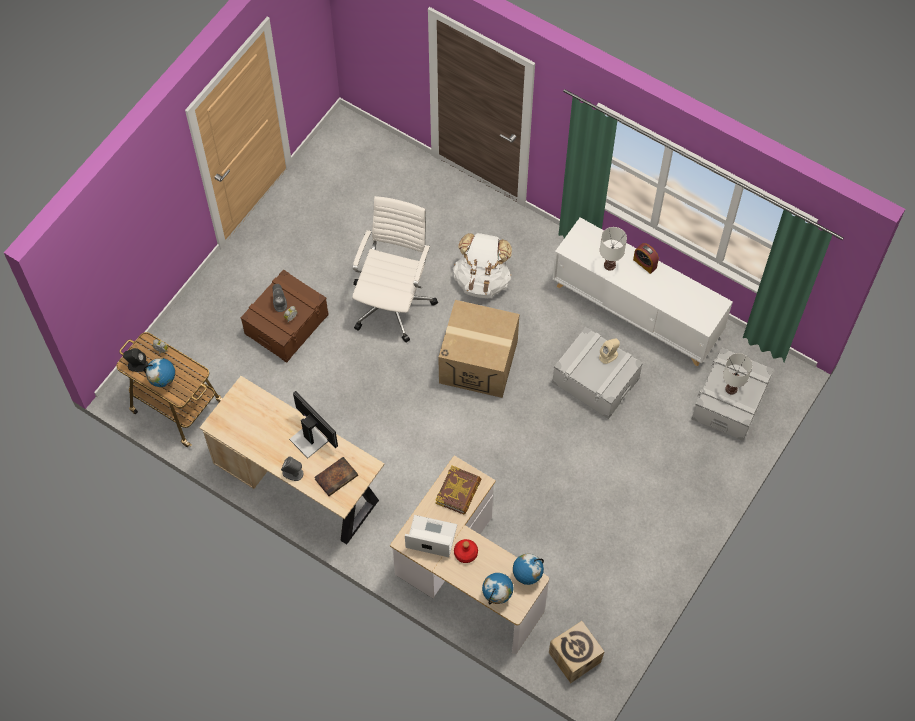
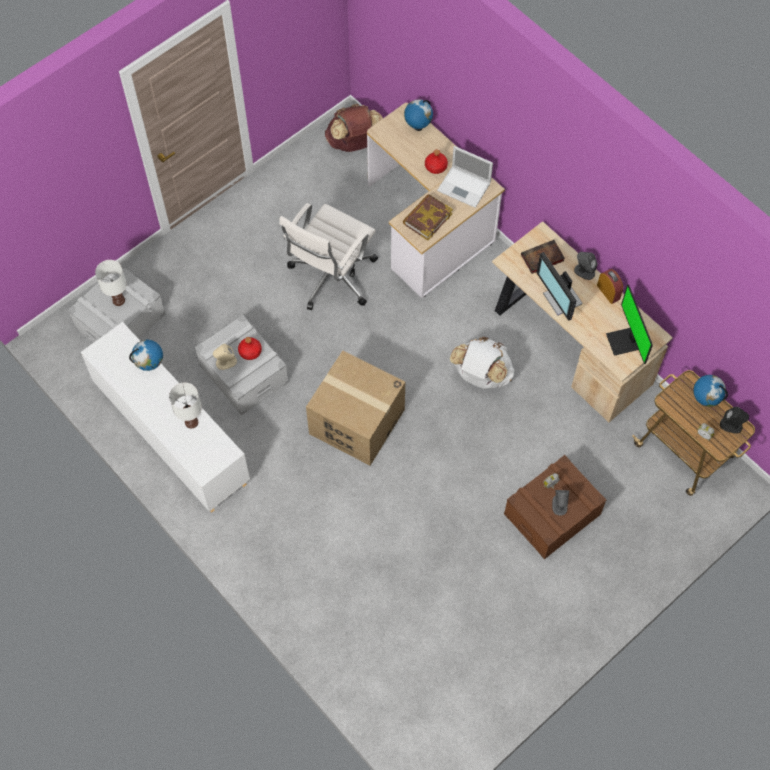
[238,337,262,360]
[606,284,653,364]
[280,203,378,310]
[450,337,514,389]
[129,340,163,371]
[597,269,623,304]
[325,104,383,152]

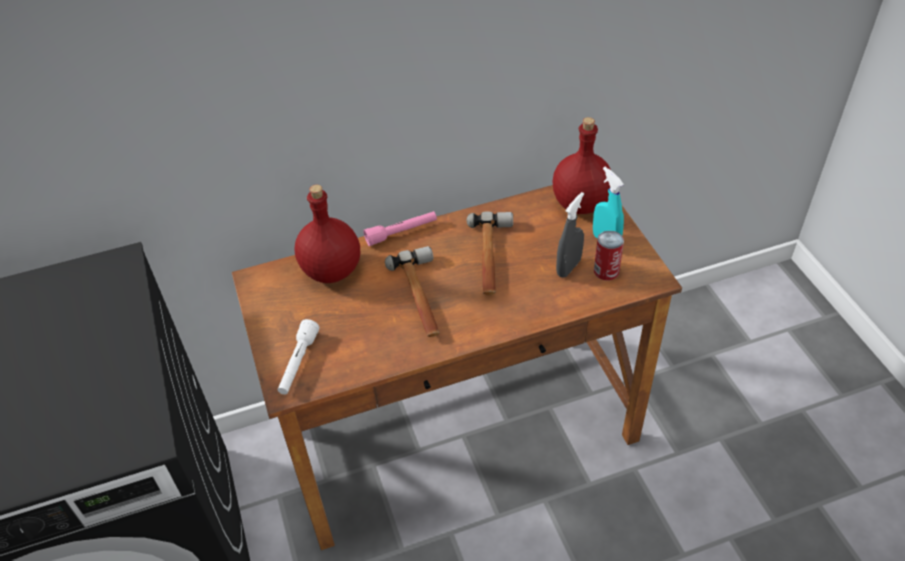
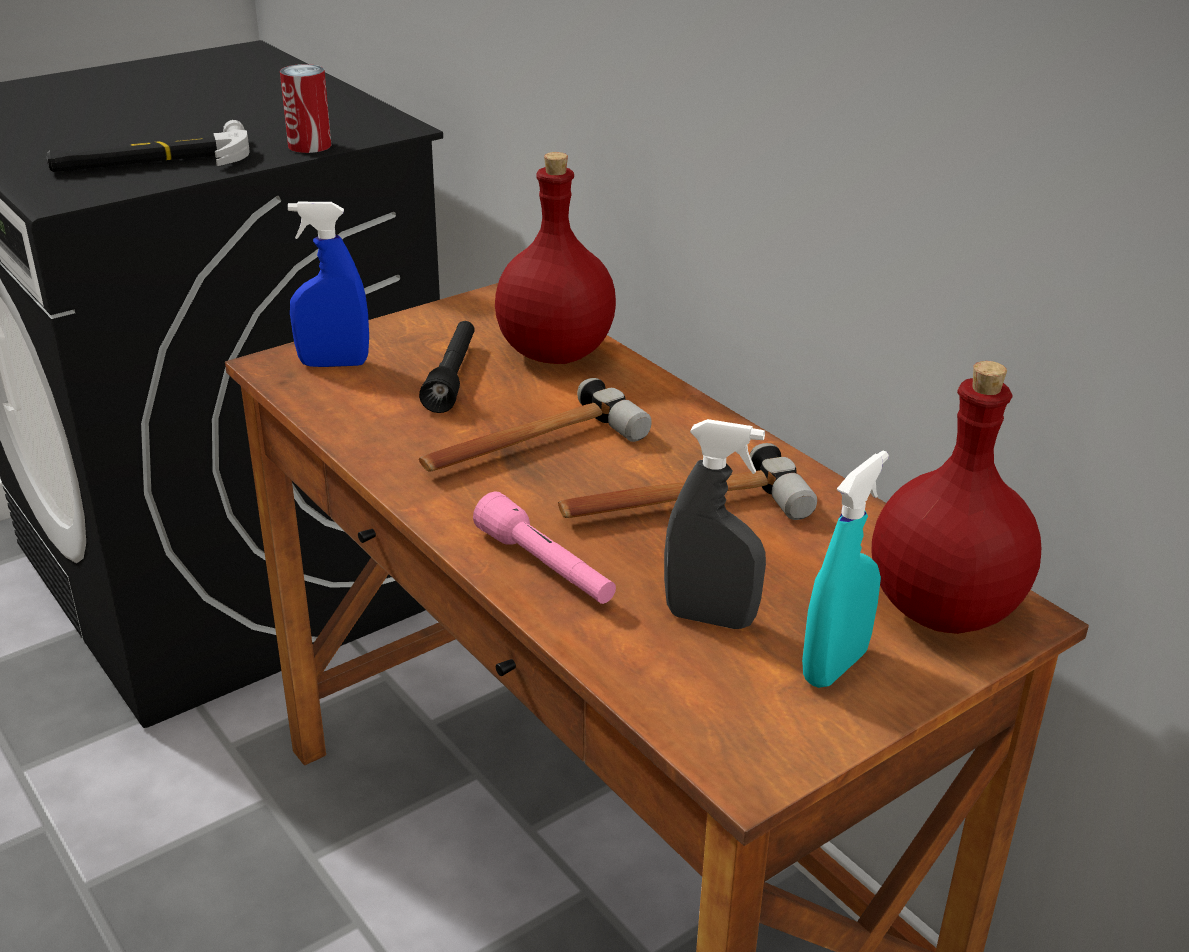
[47,120,250,172]
[419,321,475,413]
[473,491,616,604]
[280,64,331,153]
[288,202,369,367]

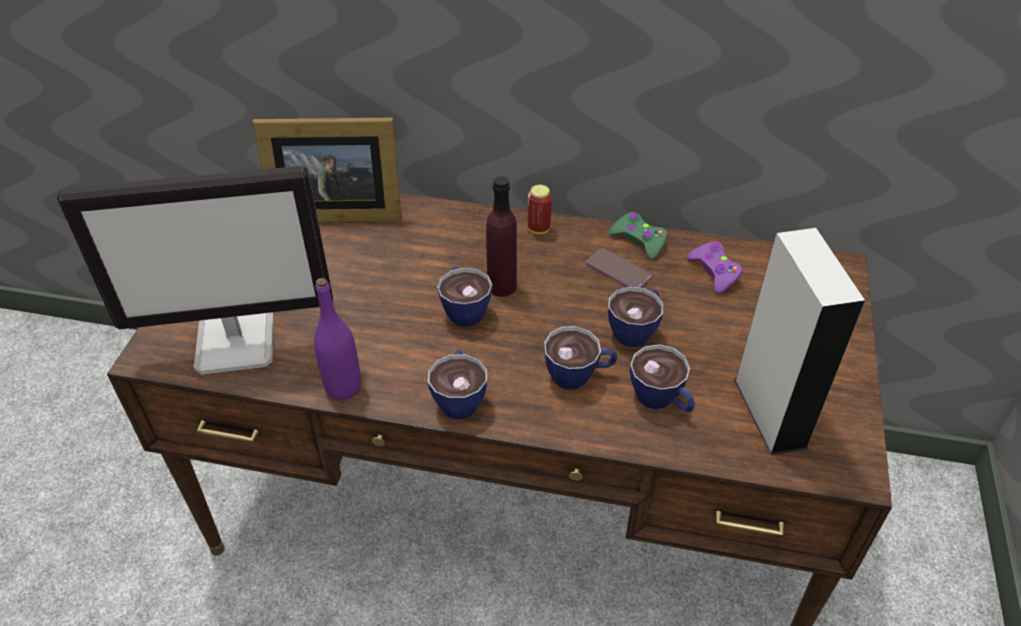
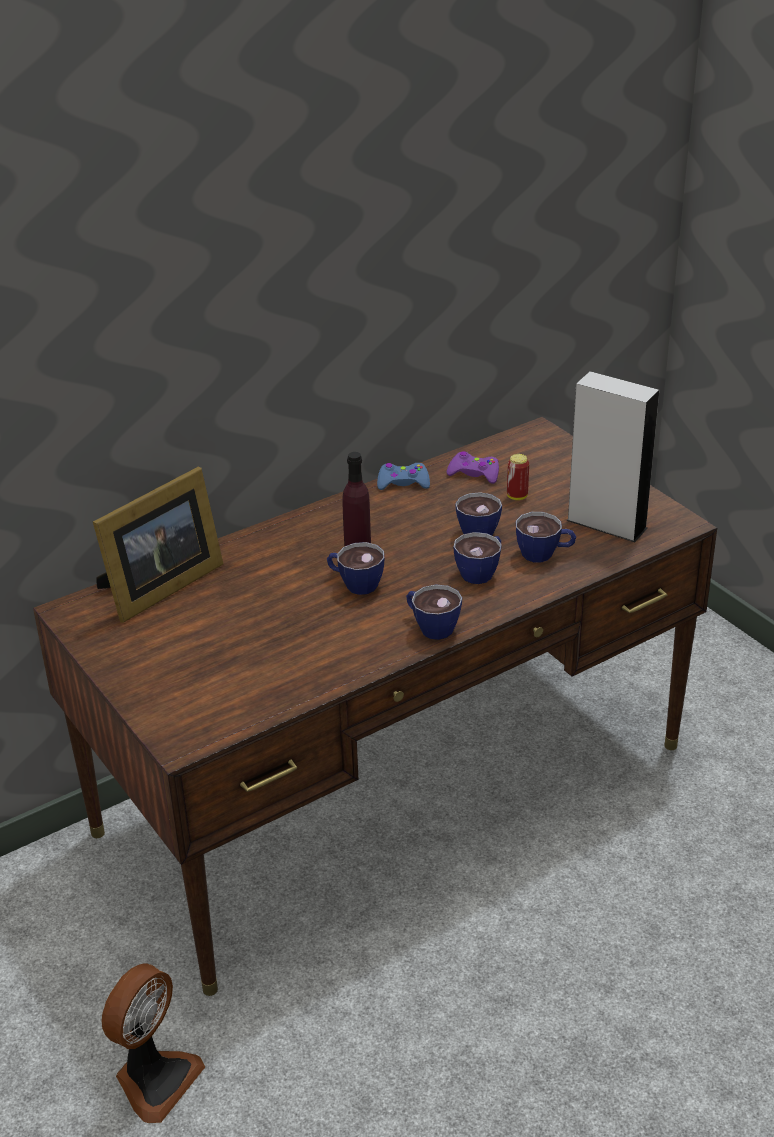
[57,166,333,375] (first image)
[314,278,361,400] (first image)
[586,248,653,288] (first image)
[101,964,205,1123]
[507,454,529,500]
[377,463,430,490]

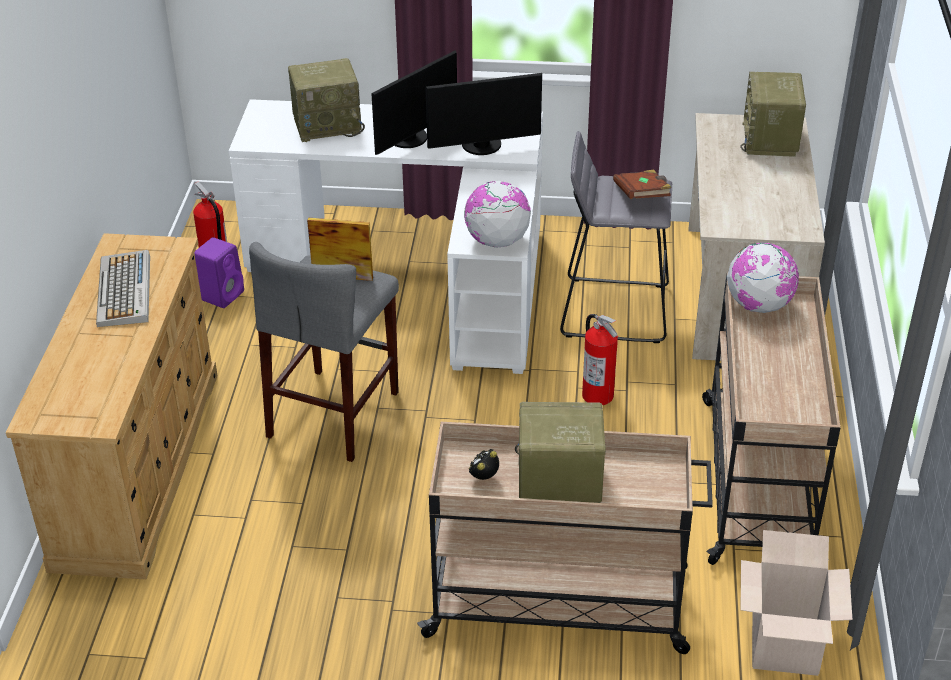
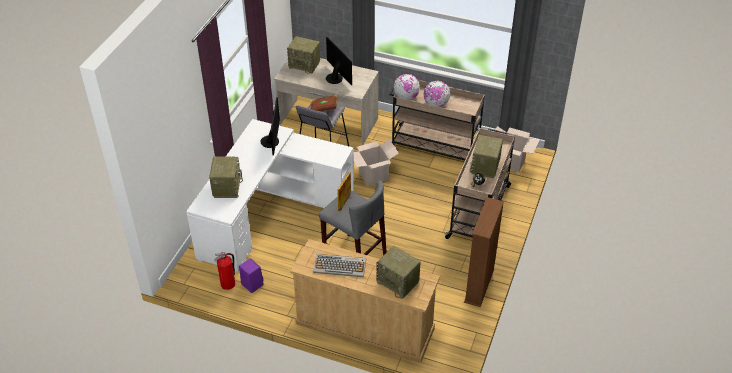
[376,246,421,298]
[464,197,504,307]
[326,37,352,86]
[423,81,450,107]
[353,140,399,186]

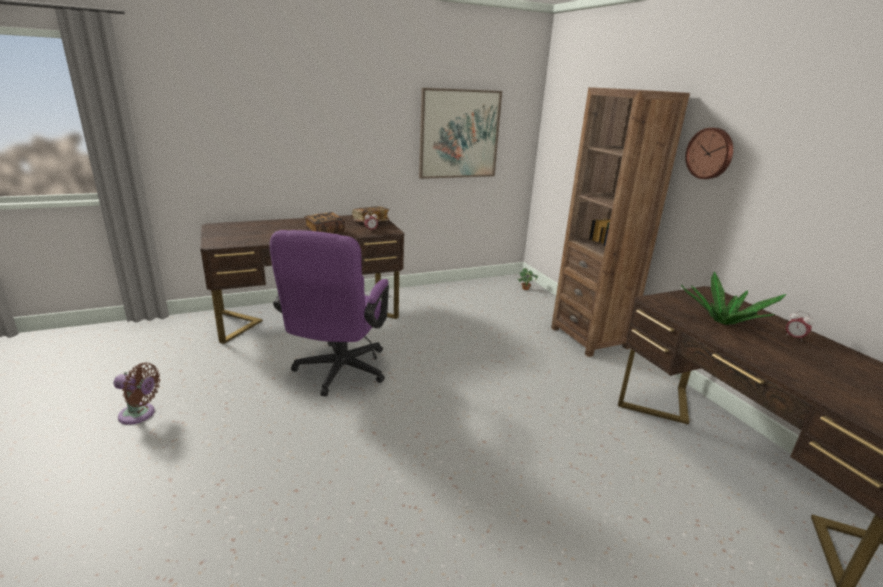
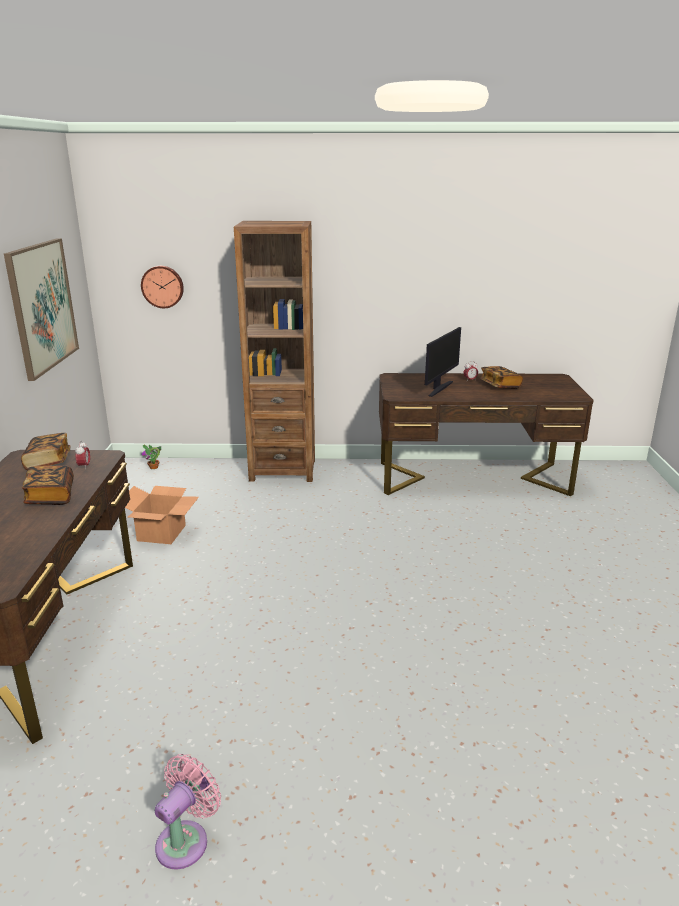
[270,230,389,397] (first image)
[125,486,199,544]
[480,366,523,389]
[141,266,184,308]
[425,327,461,397]
[155,754,221,870]

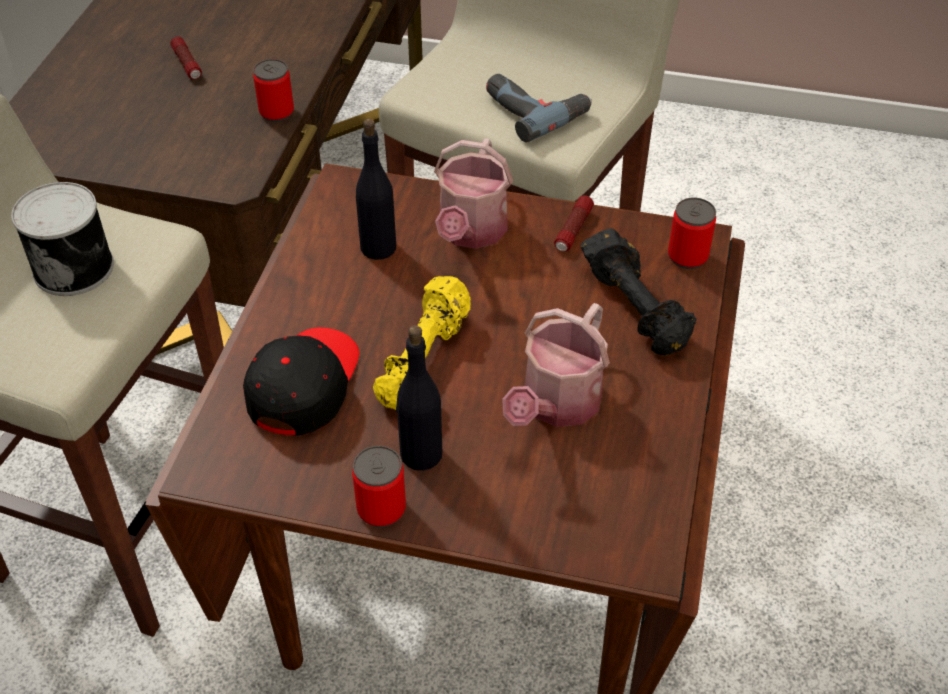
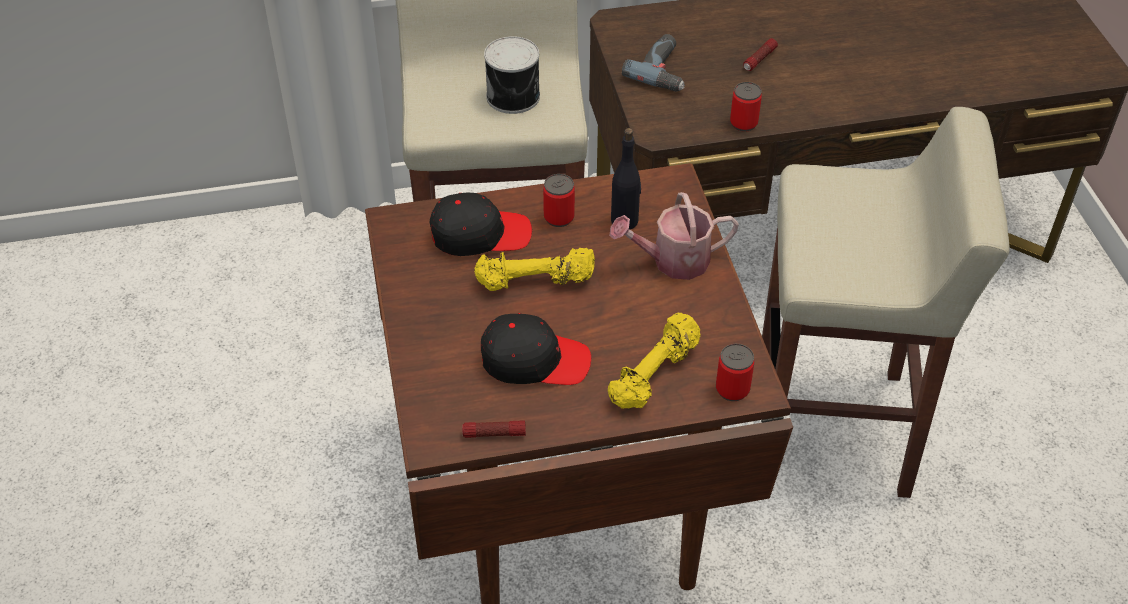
[396,325,442,471] (first image)
[543,174,575,227]
[622,34,685,92]
[462,420,526,438]
[481,313,591,385]
[608,313,700,409]

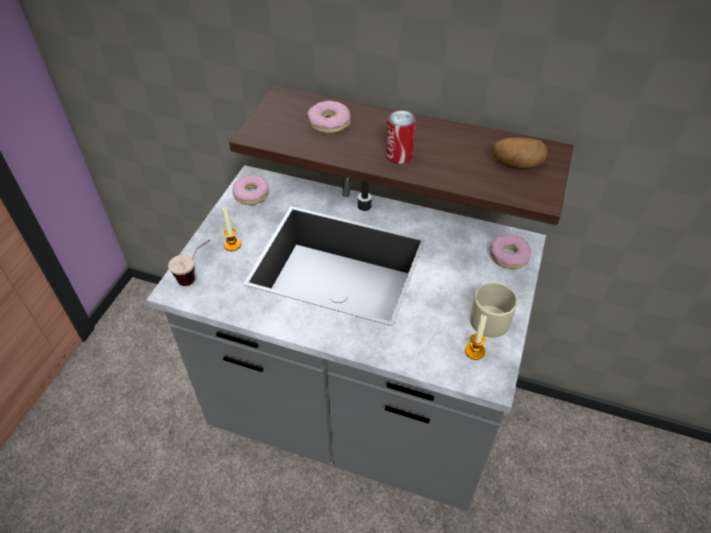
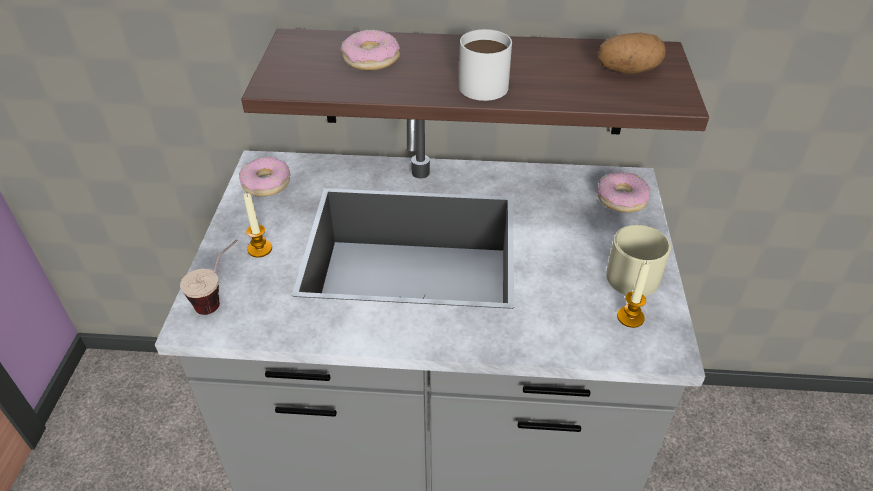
[459,29,512,101]

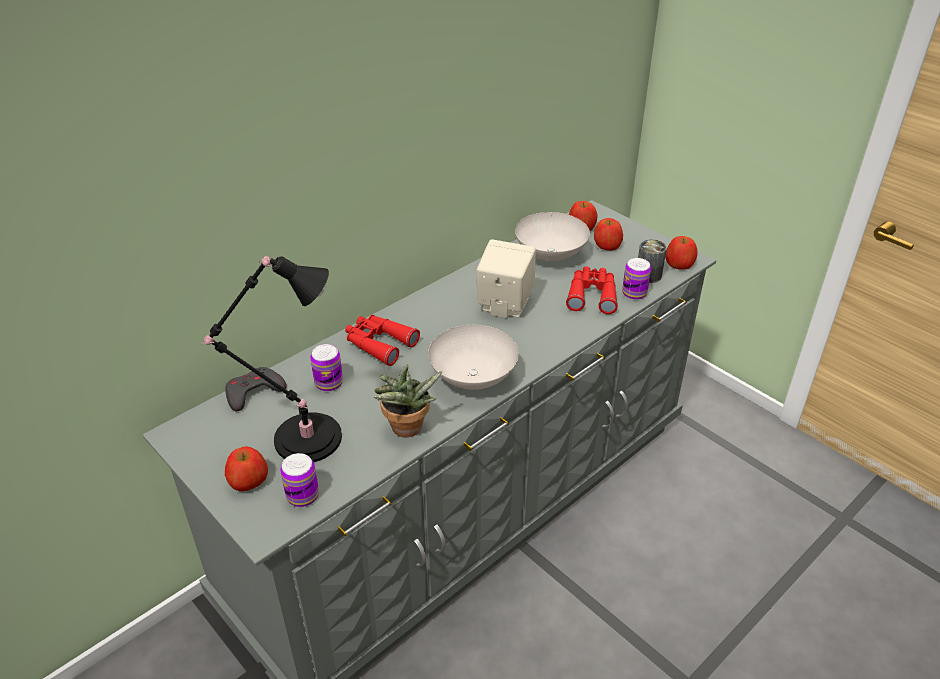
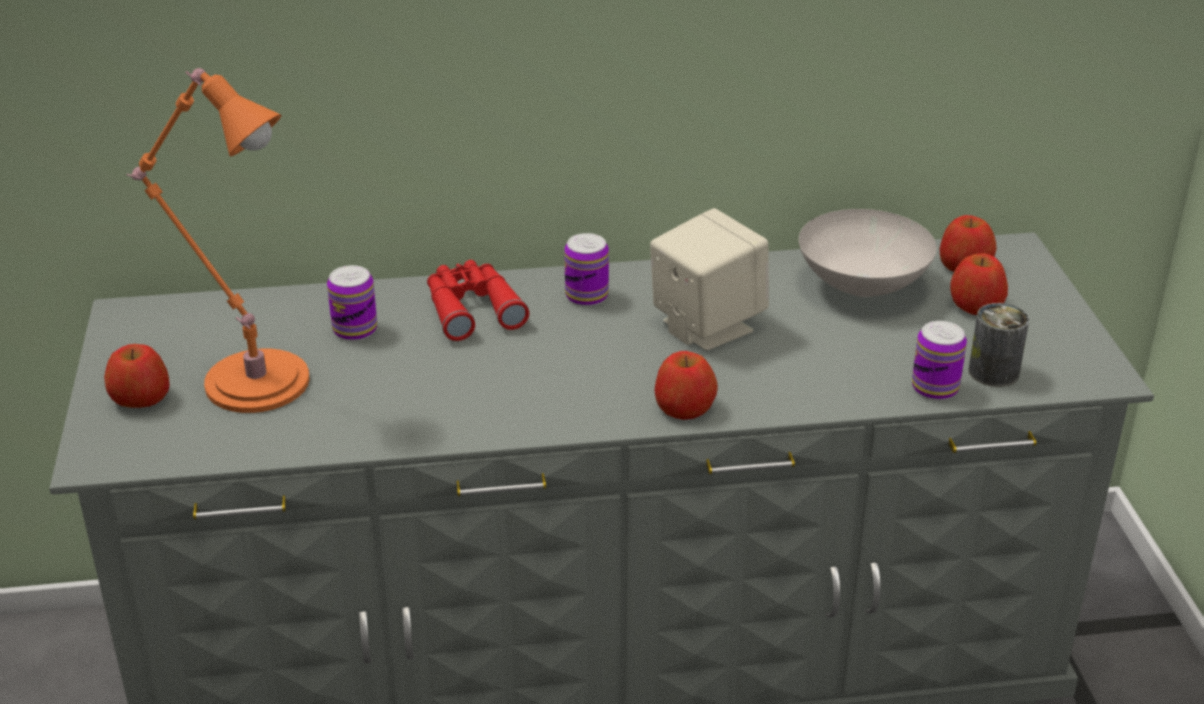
[225,367,286,412] (first image)
[374,364,442,438] (first image)
[428,325,519,390] (first image)
[566,266,618,314] (first image)
[564,233,609,306]
[655,351,718,420]
[126,68,310,413]

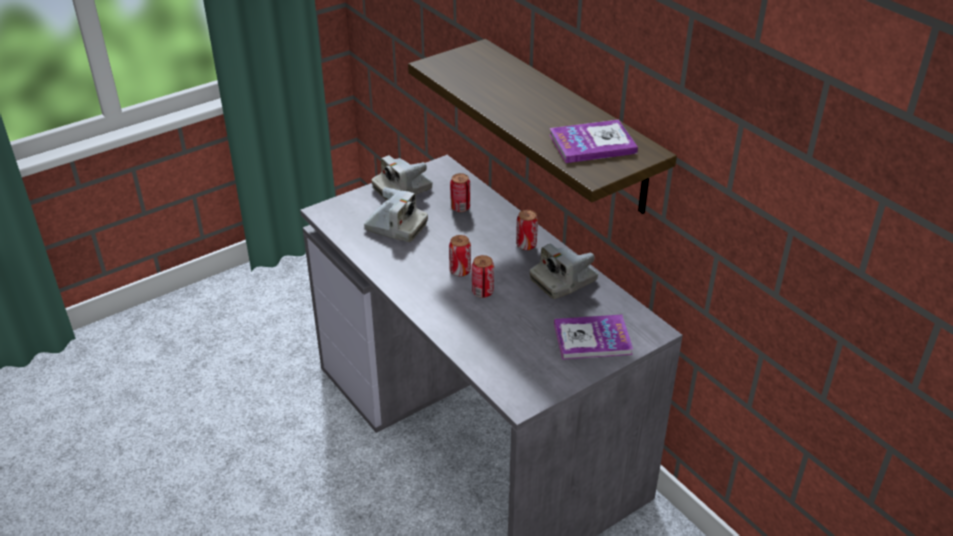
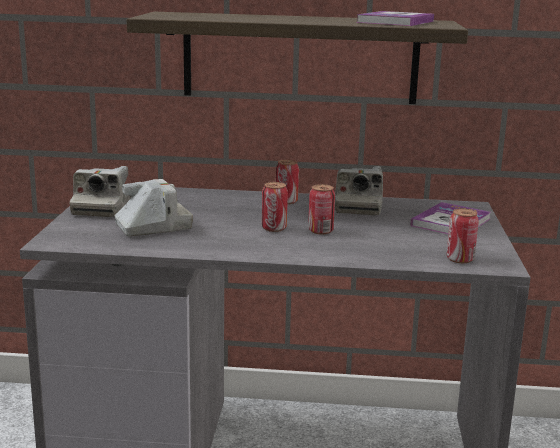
[447,208,479,263]

